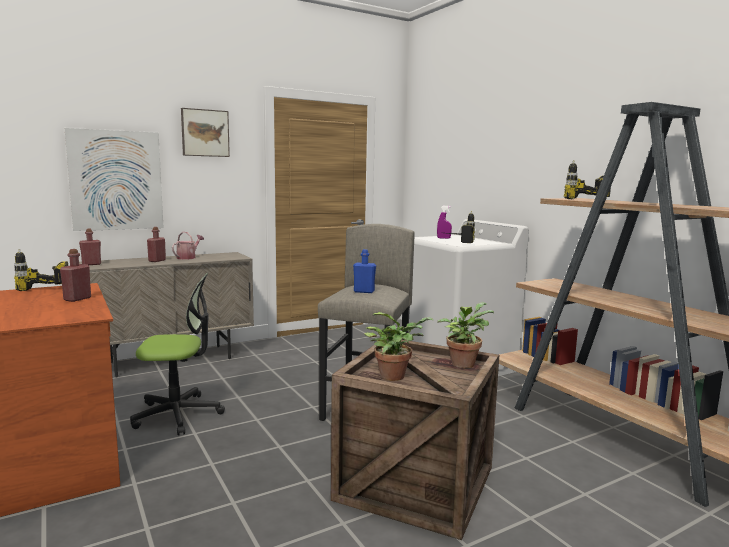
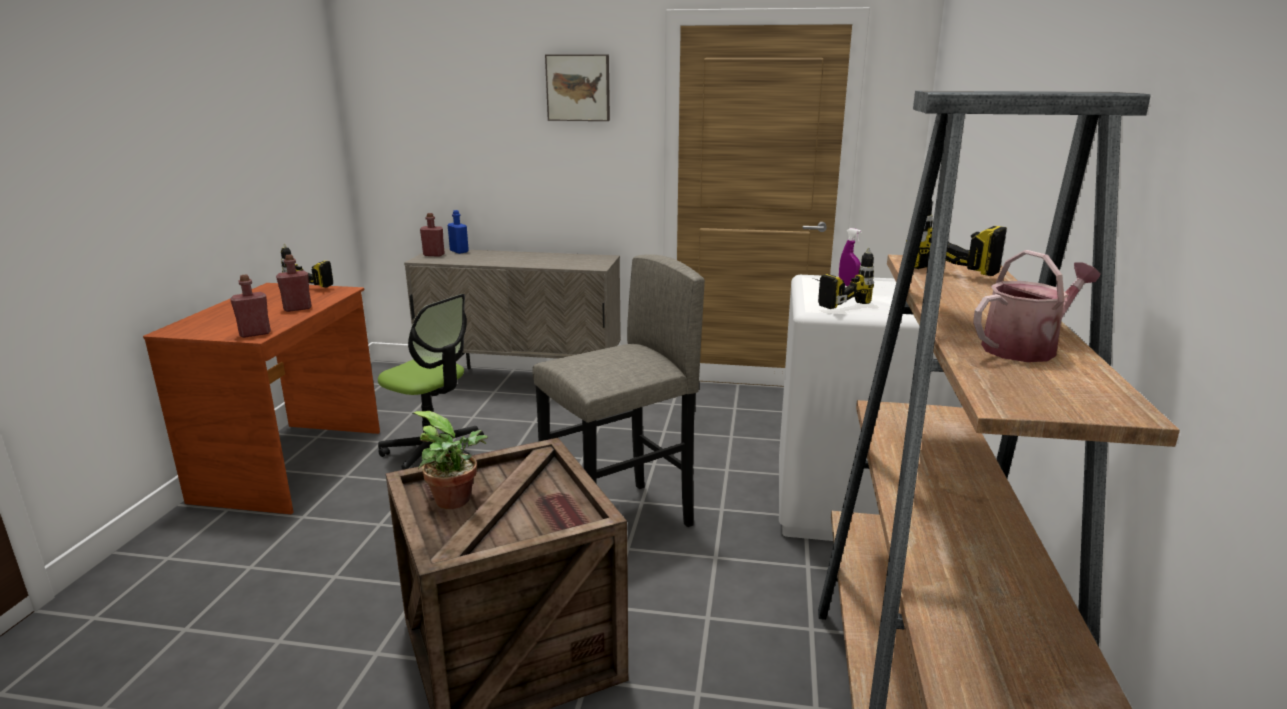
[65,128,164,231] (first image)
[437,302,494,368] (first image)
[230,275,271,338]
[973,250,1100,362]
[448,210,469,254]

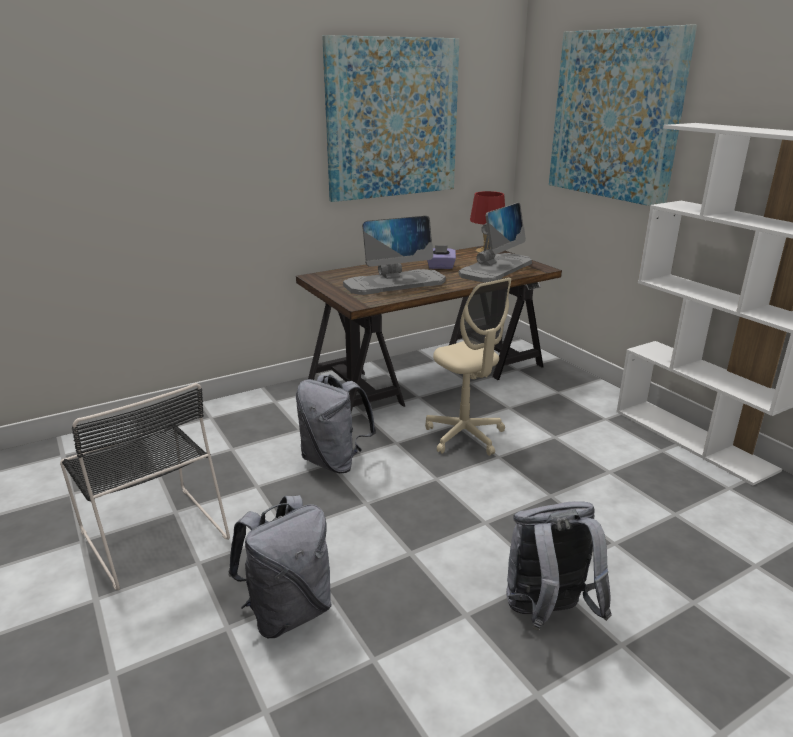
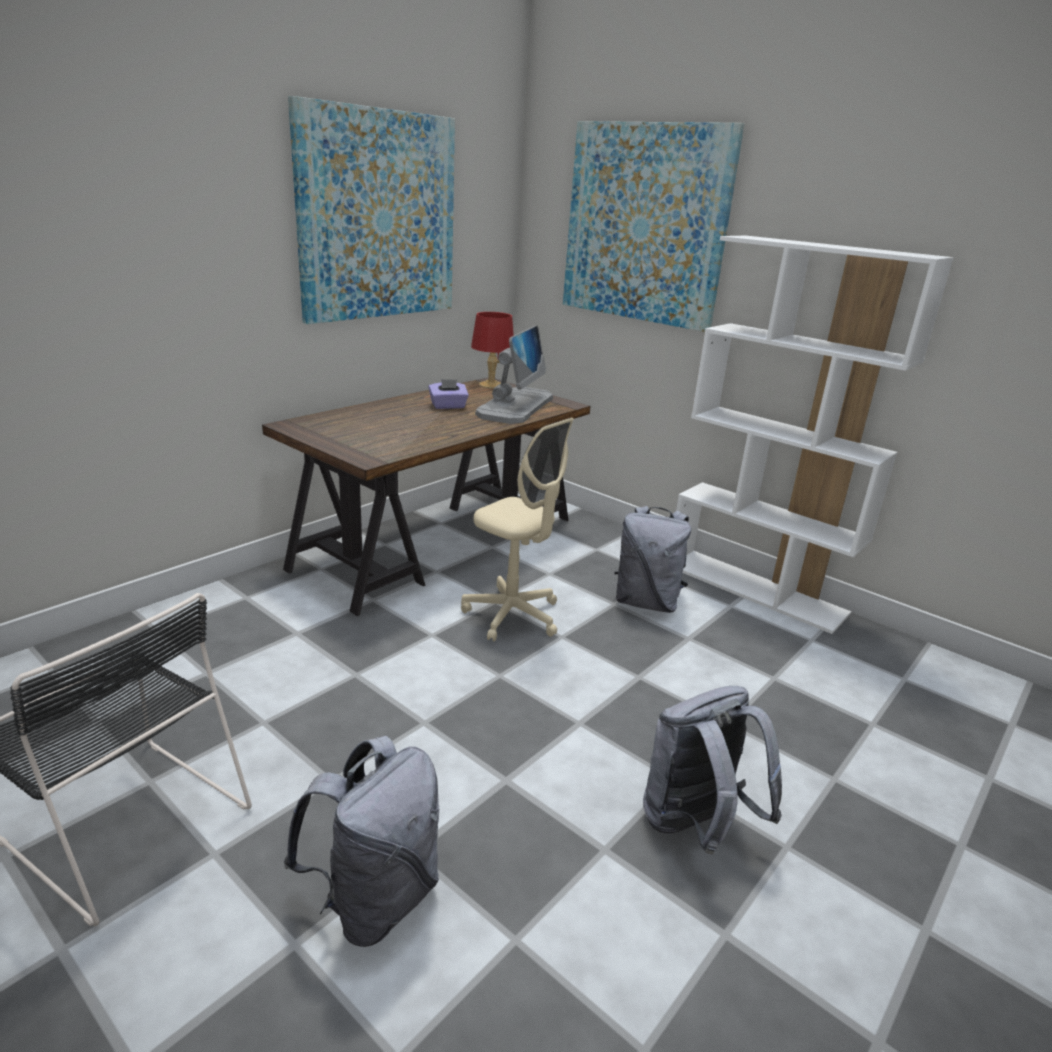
[343,216,446,295] (first image)
[614,506,691,613]

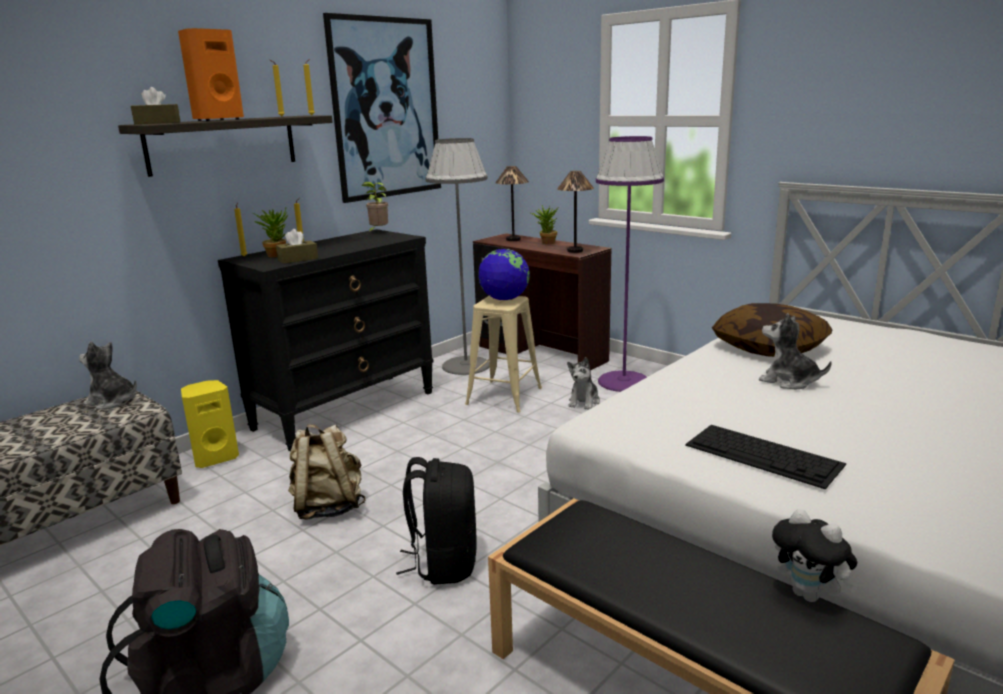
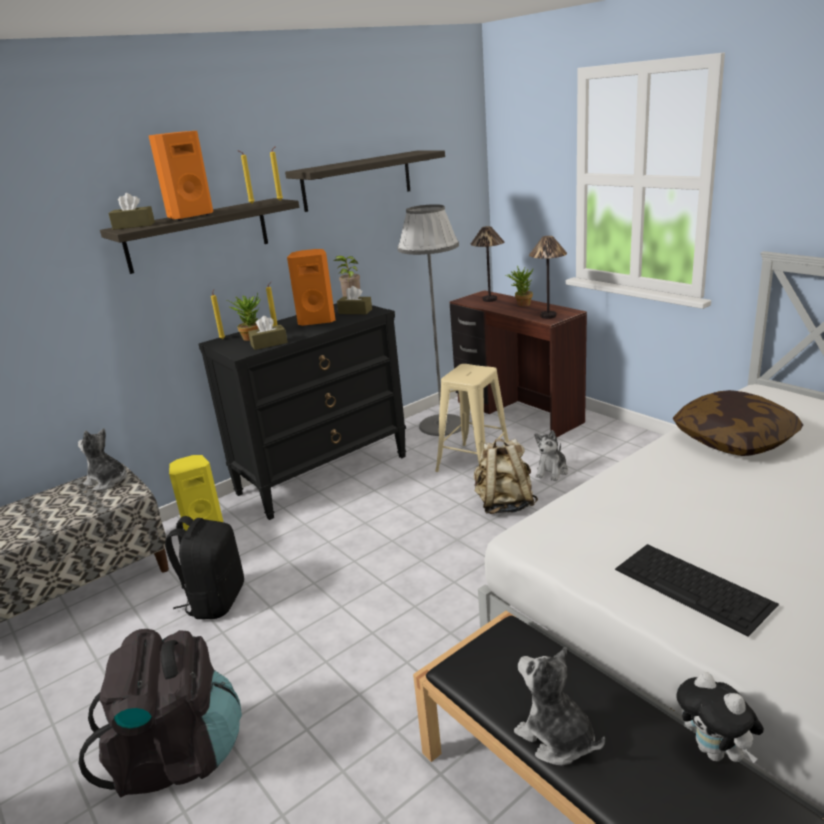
[478,249,530,300] (first image)
[596,136,664,392] (first image)
[287,249,335,326]
[337,286,372,314]
[474,439,538,514]
[165,516,244,619]
[514,646,605,765]
[285,151,445,212]

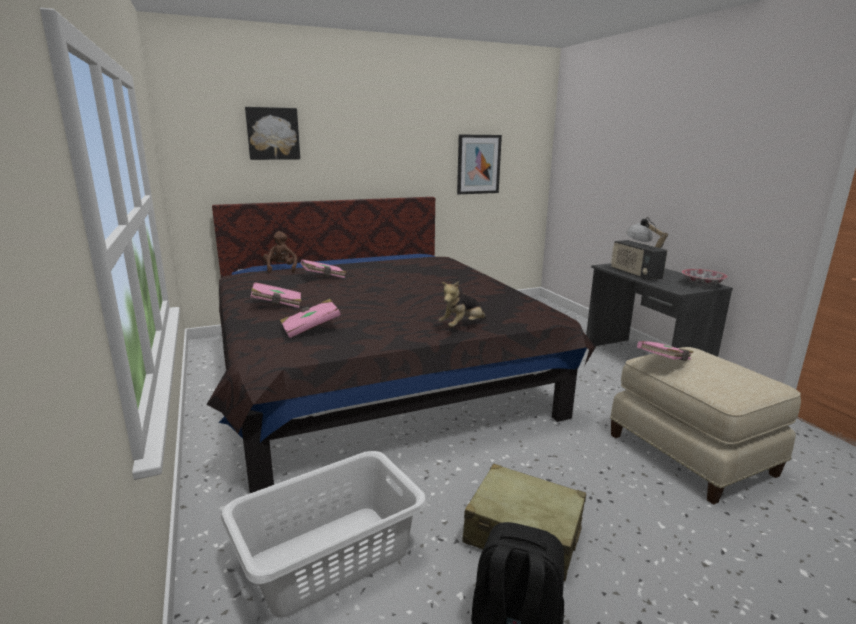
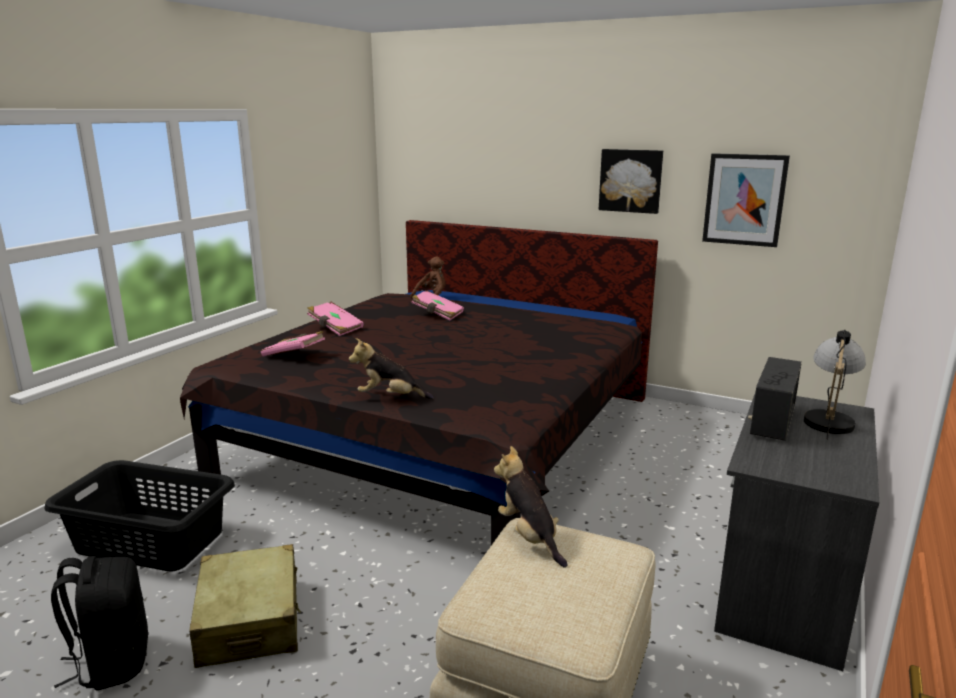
[682,269,728,286] (first image)
[599,149,663,214]
[494,446,568,568]
[44,460,235,571]

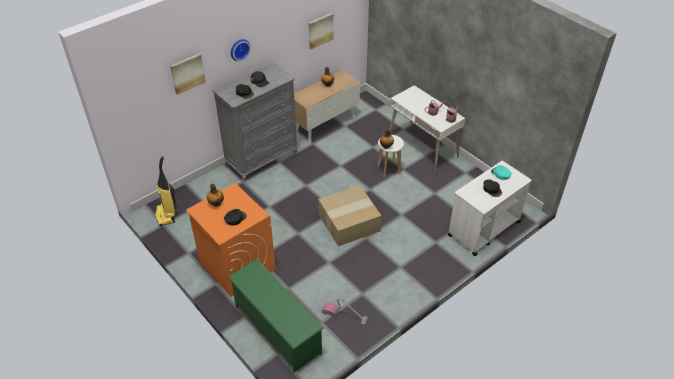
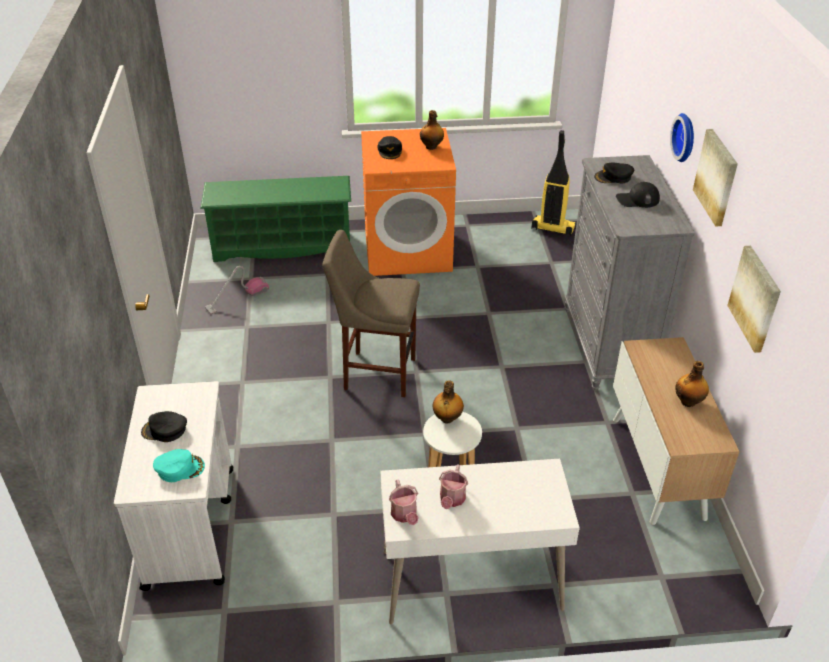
[693,129,738,227]
[322,230,420,397]

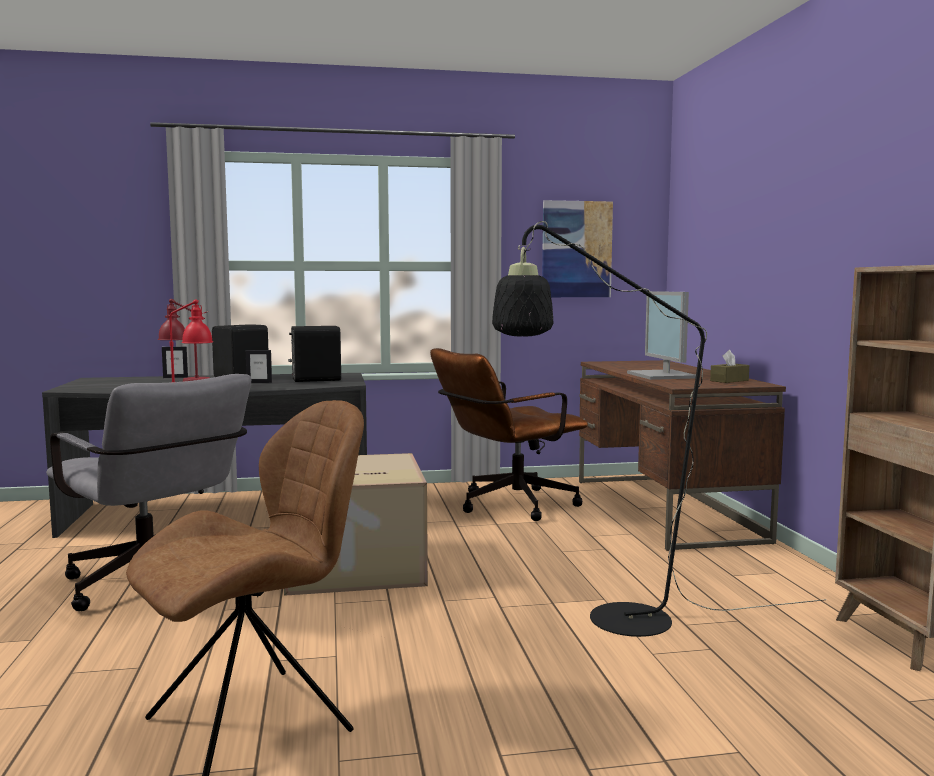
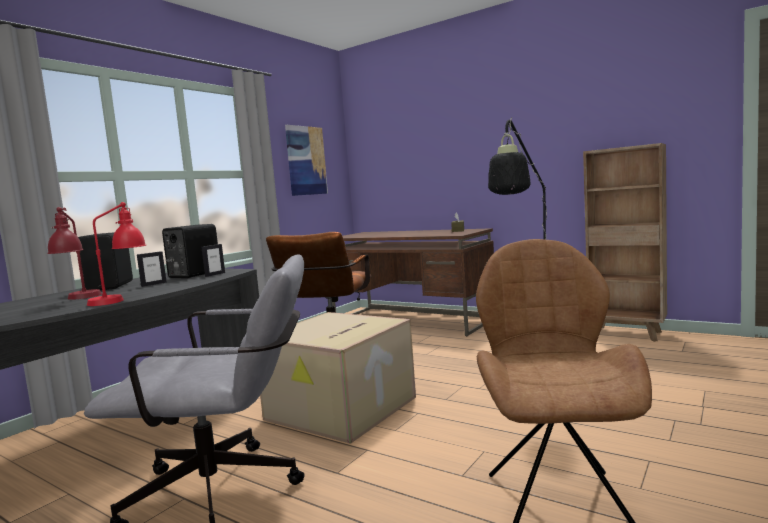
[627,291,696,380] (first image)
[202,244,225,277]

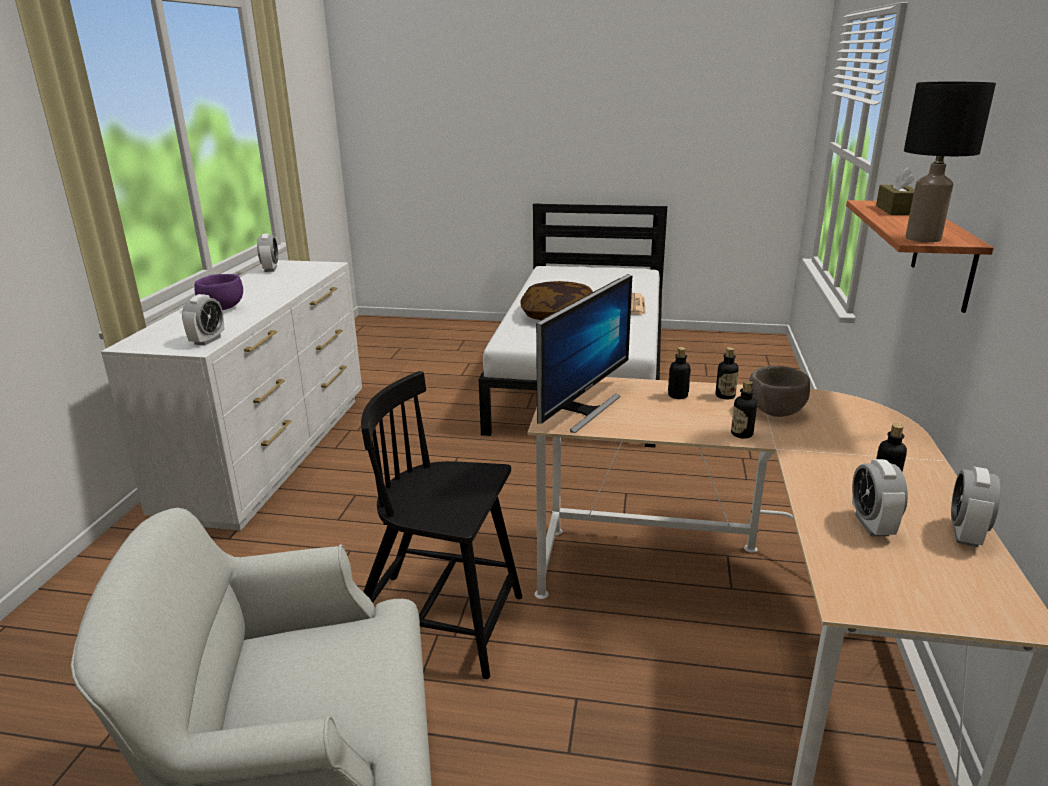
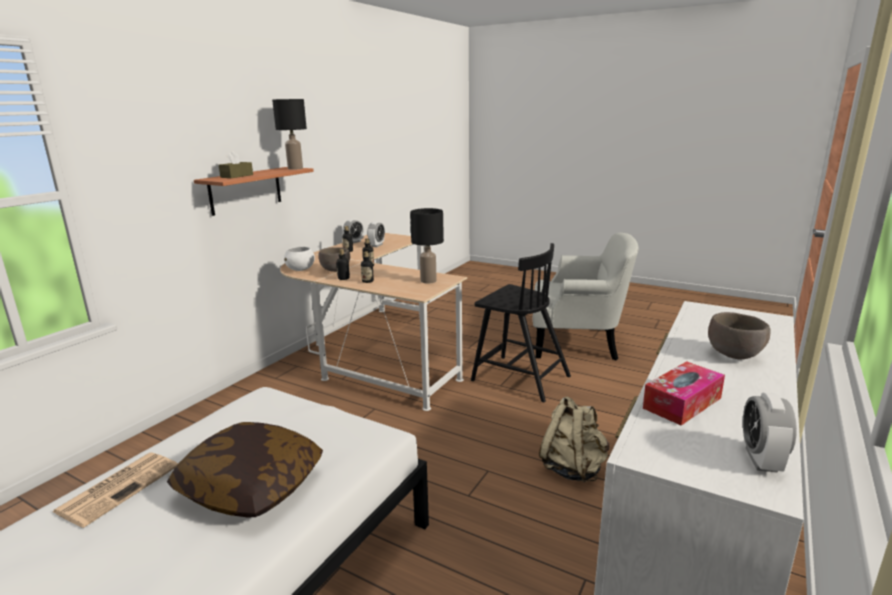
[182,294,225,346] (first image)
[284,246,315,271]
[539,396,609,482]
[643,361,725,425]
[410,208,444,283]
[708,312,771,359]

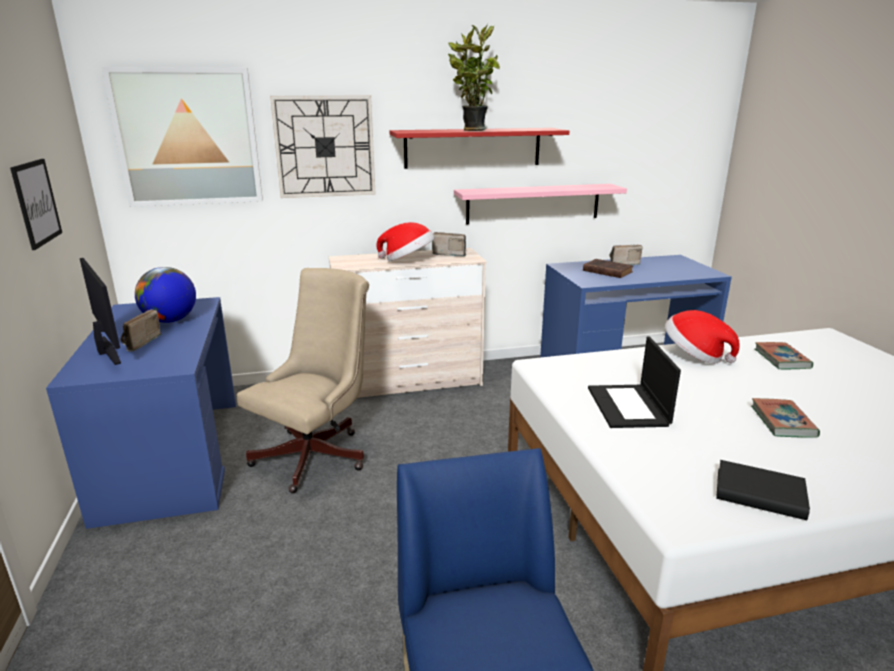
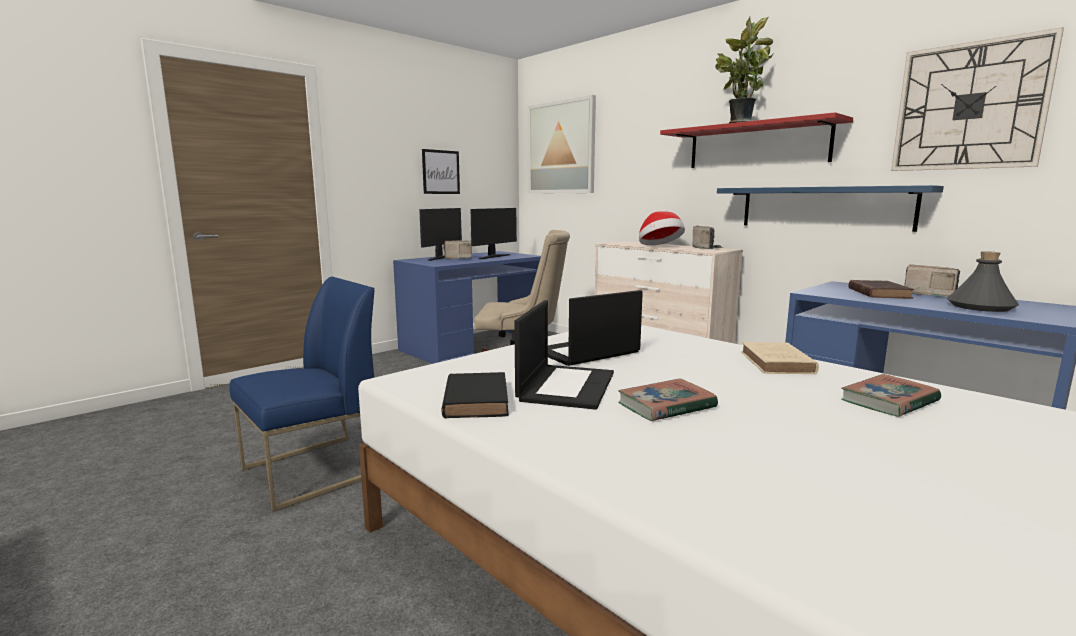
[514,300,614,410]
[947,251,1019,312]
[891,27,1064,171]
[471,208,517,259]
[741,342,819,374]
[717,185,944,232]

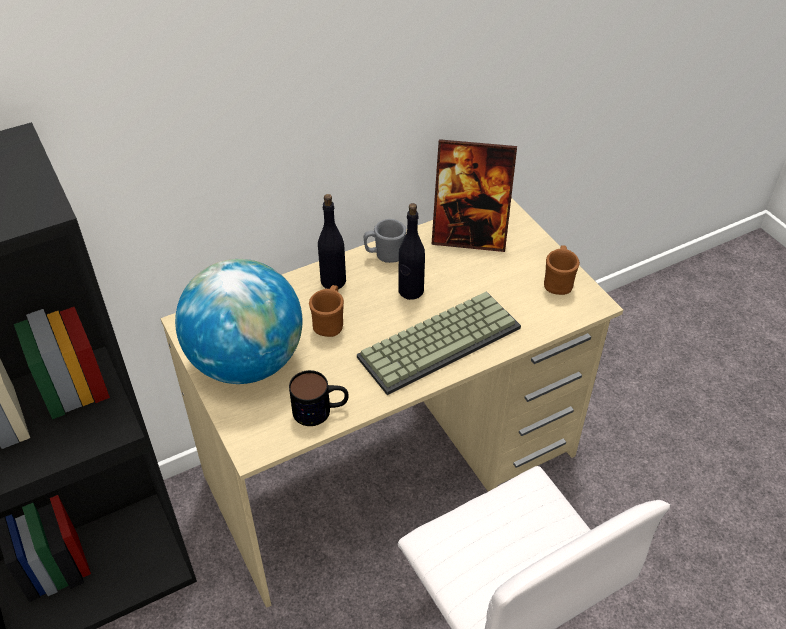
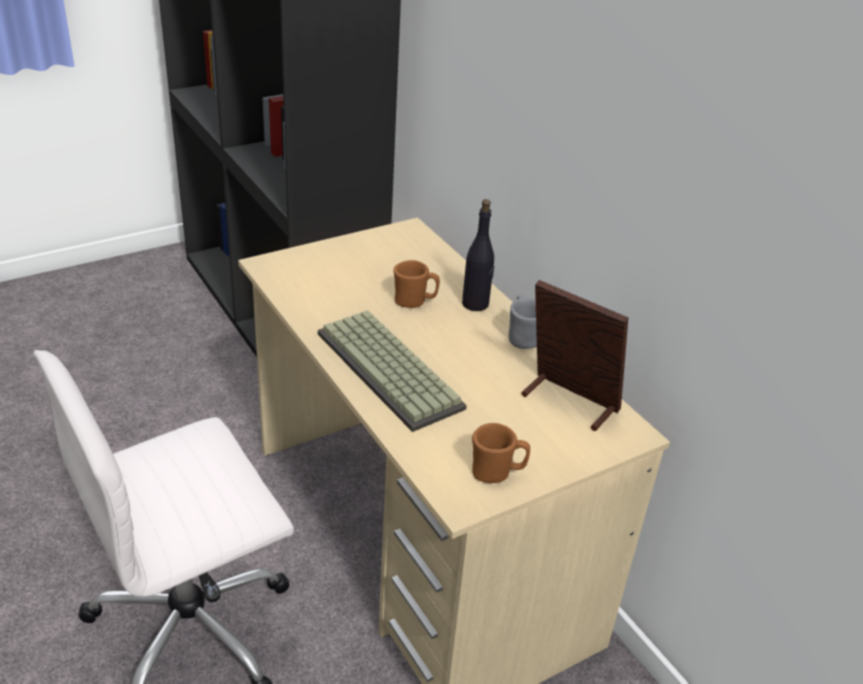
[175,259,303,384] (first image)
[289,370,349,426] (first image)
[398,203,425,300] (first image)
[521,280,628,431]

